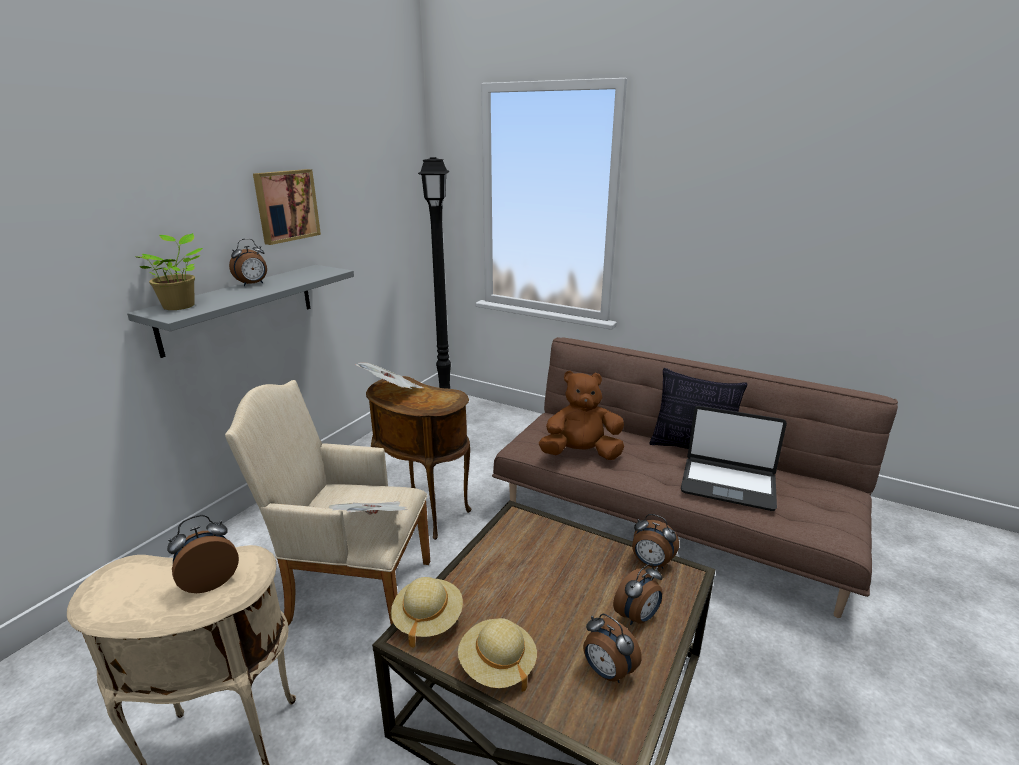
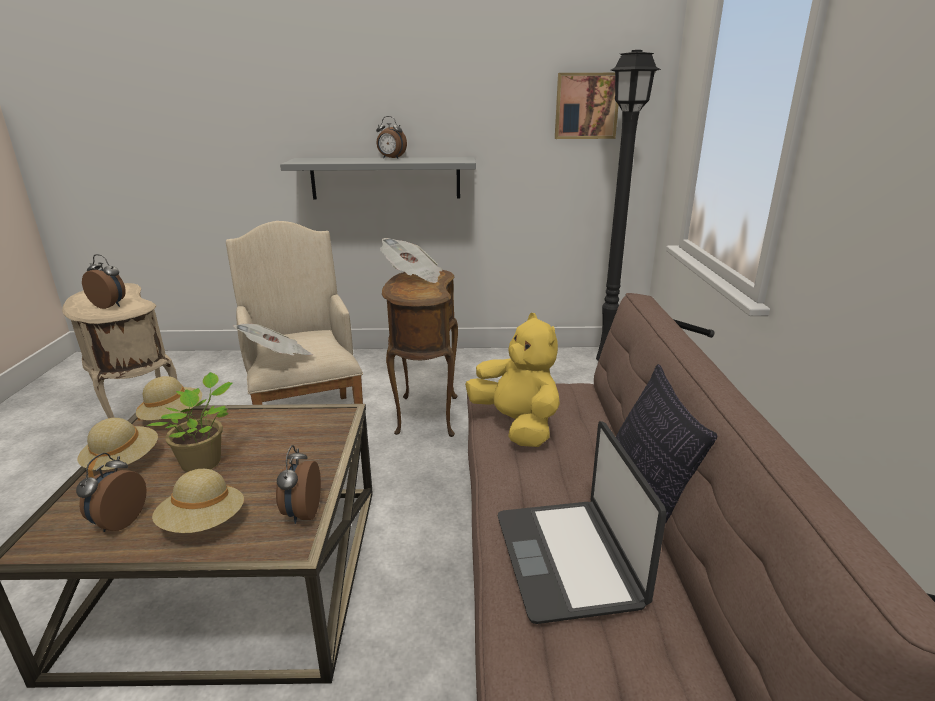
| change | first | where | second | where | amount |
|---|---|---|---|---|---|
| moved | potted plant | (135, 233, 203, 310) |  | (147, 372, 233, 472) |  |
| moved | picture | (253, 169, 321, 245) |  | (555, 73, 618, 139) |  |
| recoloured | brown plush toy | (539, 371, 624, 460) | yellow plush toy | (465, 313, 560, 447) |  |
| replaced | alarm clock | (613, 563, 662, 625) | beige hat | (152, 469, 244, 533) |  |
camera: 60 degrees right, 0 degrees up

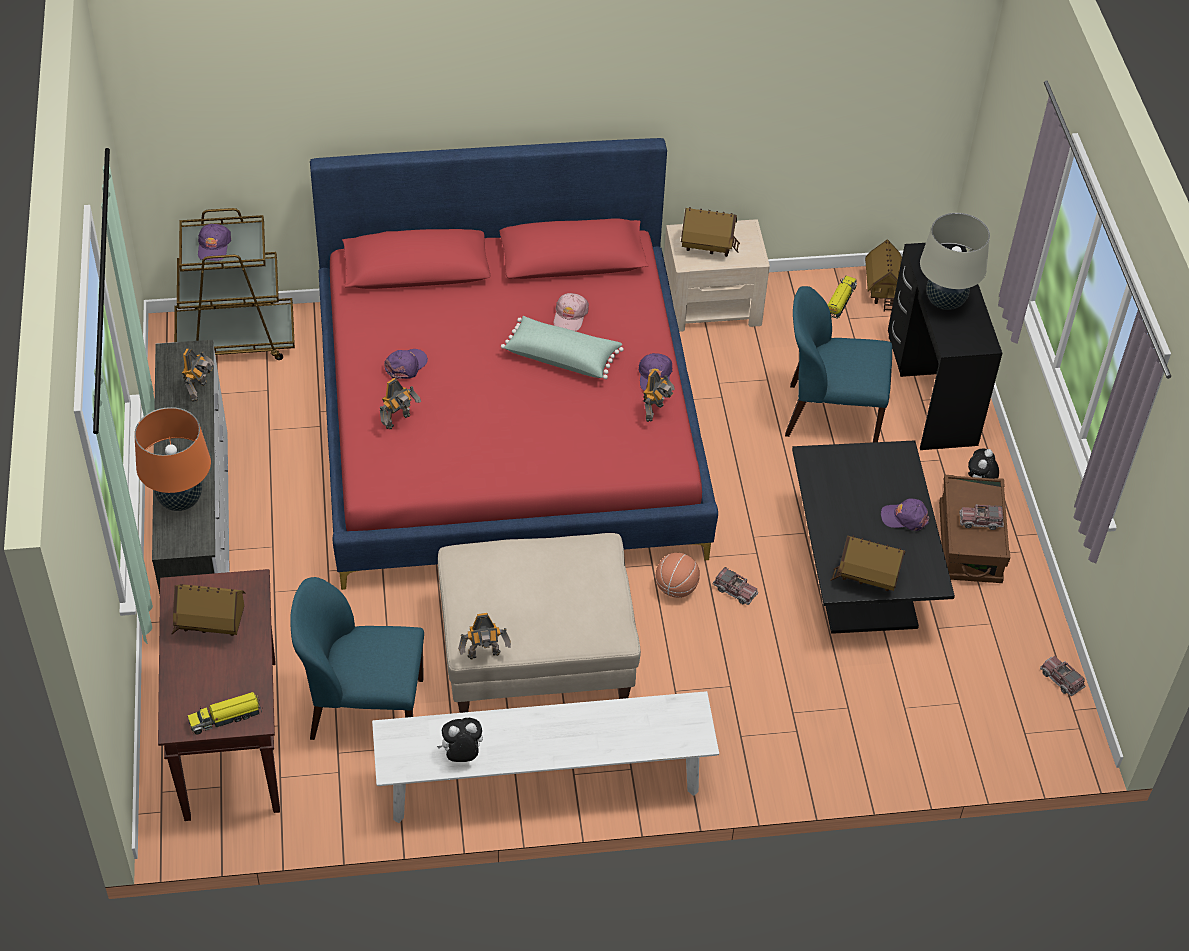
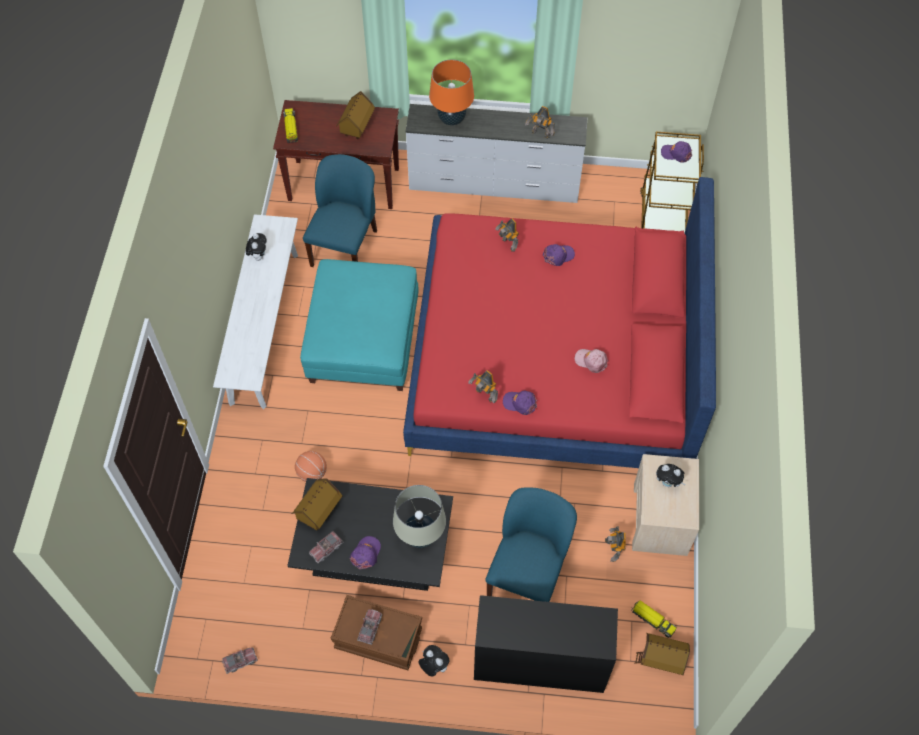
| change | first | where | second | where | amount |
|---|---|---|---|---|---|
| turned | purple cap | (384, 349, 428, 379) |  | (543, 244, 575, 266) | 75 degrees counterclockwise |
| recoloured | beige ottoman | (438, 533, 641, 713) | turquoise ottoman | (300, 259, 419, 391) |  |
| moved | toy robot | (458, 613, 511, 660) |  | (605, 526, 626, 562) |  |
| removed | green pillow | (501, 316, 624, 379) |  |  |  |
| moved | basketball | (655, 553, 700, 598) |  | (295, 451, 327, 482) |  |
| replaced | toy house | (681, 207, 740, 257) | plush toy | (656, 464, 686, 487) |  |
| moved | toy truck | (712, 567, 758, 605) |  | (309, 531, 344, 563) |  |
| moved | beige table lamp | (920, 213, 990, 310) |  | (393, 485, 446, 548) |  |
camera: 105 degrees right, 10 degrees up

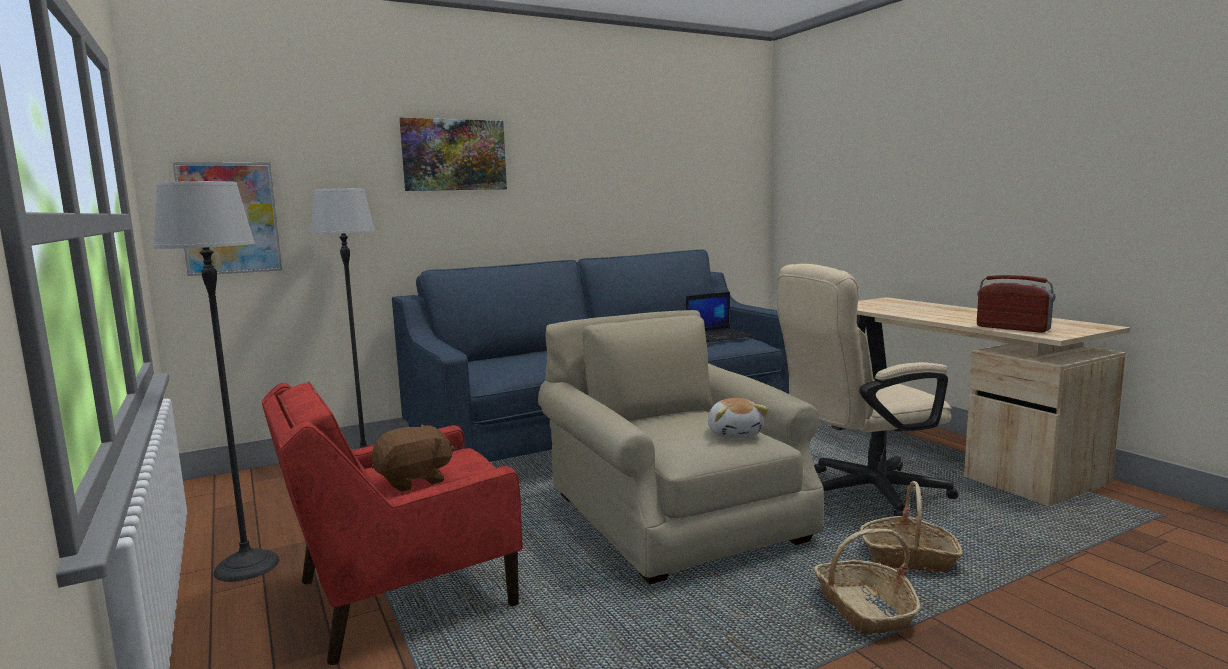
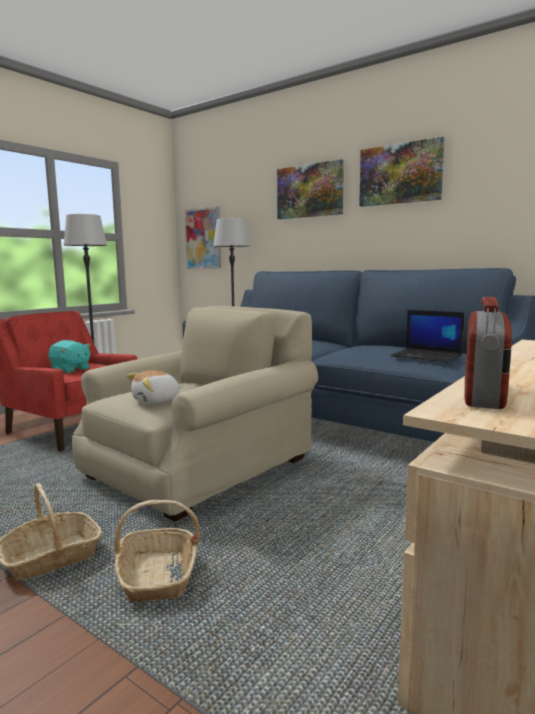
| change | first | where | second | where | amount |
|---|---|---|---|---|---|
| recoloured | brown plush toy | (372, 425, 455, 492) | turquoise plush toy | (48, 340, 91, 373) |  |
| removed | beige office chair | (777, 264, 958, 516) |  |  |  |
| added |  |  | picture | (359, 137, 445, 207) |  |
camera: 65 degrees right, 0 degrees up

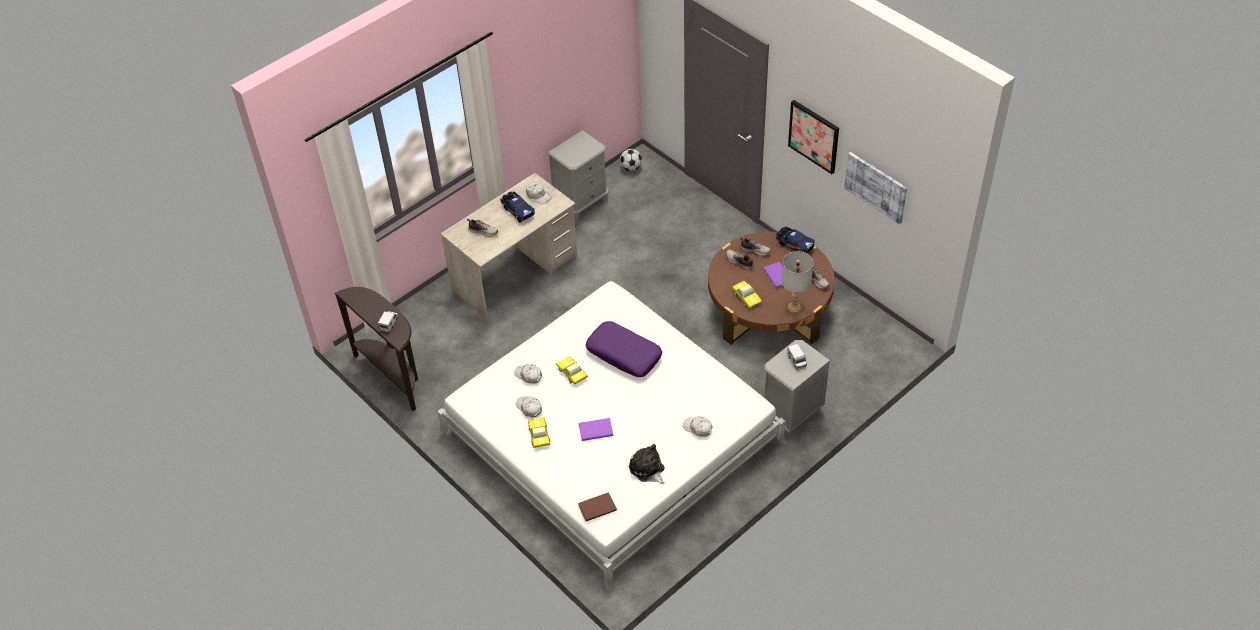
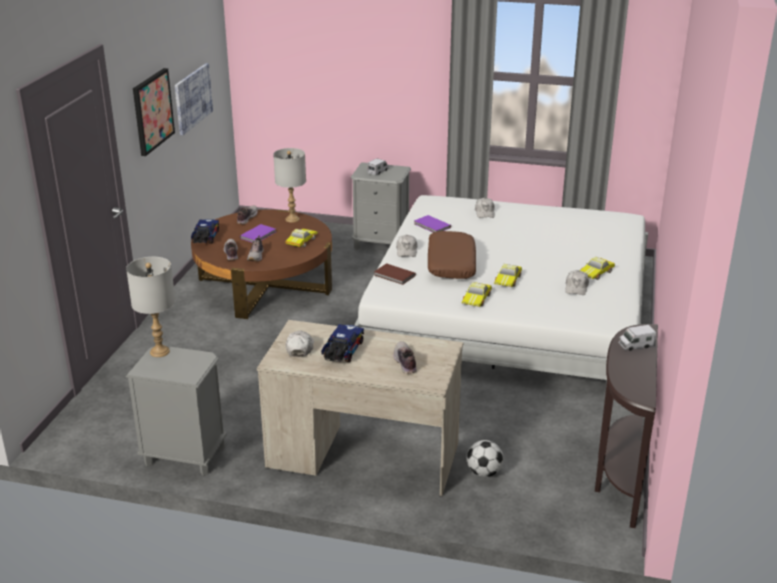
| change | first | where | second | where | amount |
|---|---|---|---|---|---|
| moved | white cap | (514, 364, 542, 384) |  | (396, 235, 417, 257) |  |
| moved | brown book | (578, 492, 617, 521) |  | (374, 263, 416, 285) |  |
| moved | purple book | (579, 418, 613, 441) |  | (414, 215, 451, 233) |  |
| recoloured | purple pillow | (586, 321, 662, 377) | brown pillow | (428, 231, 476, 279) |  |
| moved | football | (620, 149, 642, 171) |  | (467, 440, 504, 477) |  |
| removed | plush toy | (629, 444, 665, 484) |  |  |  |
| added |  |  | grey table lamp | (126, 257, 175, 357) |  |
| added |  |  | toy car | (461, 282, 492, 307) |  |
camera: 125 degrees left, 20 degrees down

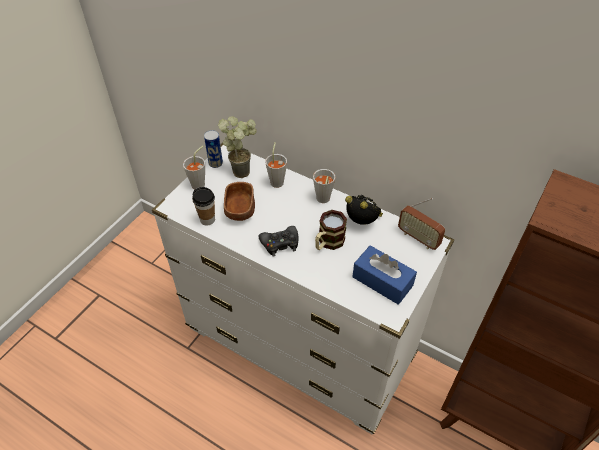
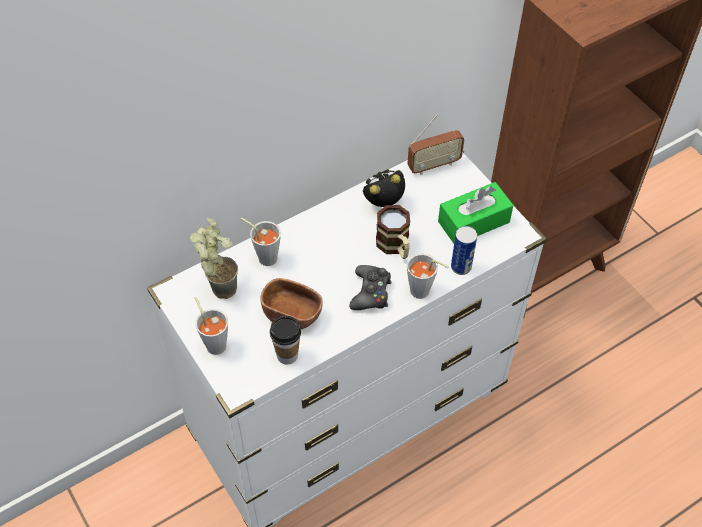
| change | first | where | second | where | amount |
|---|---|---|---|---|---|
| moved | can | (204, 130, 223, 168) |  | (451, 226, 477, 275) |  |
| moved | grey cup | (313, 169, 335, 203) |  | (407, 253, 449, 299) |  |
| recoloured | blue tissue box | (352, 245, 417, 305) | green tissue box | (438, 182, 514, 243) |  |
camera: 65 degrees left, 5 degrees up

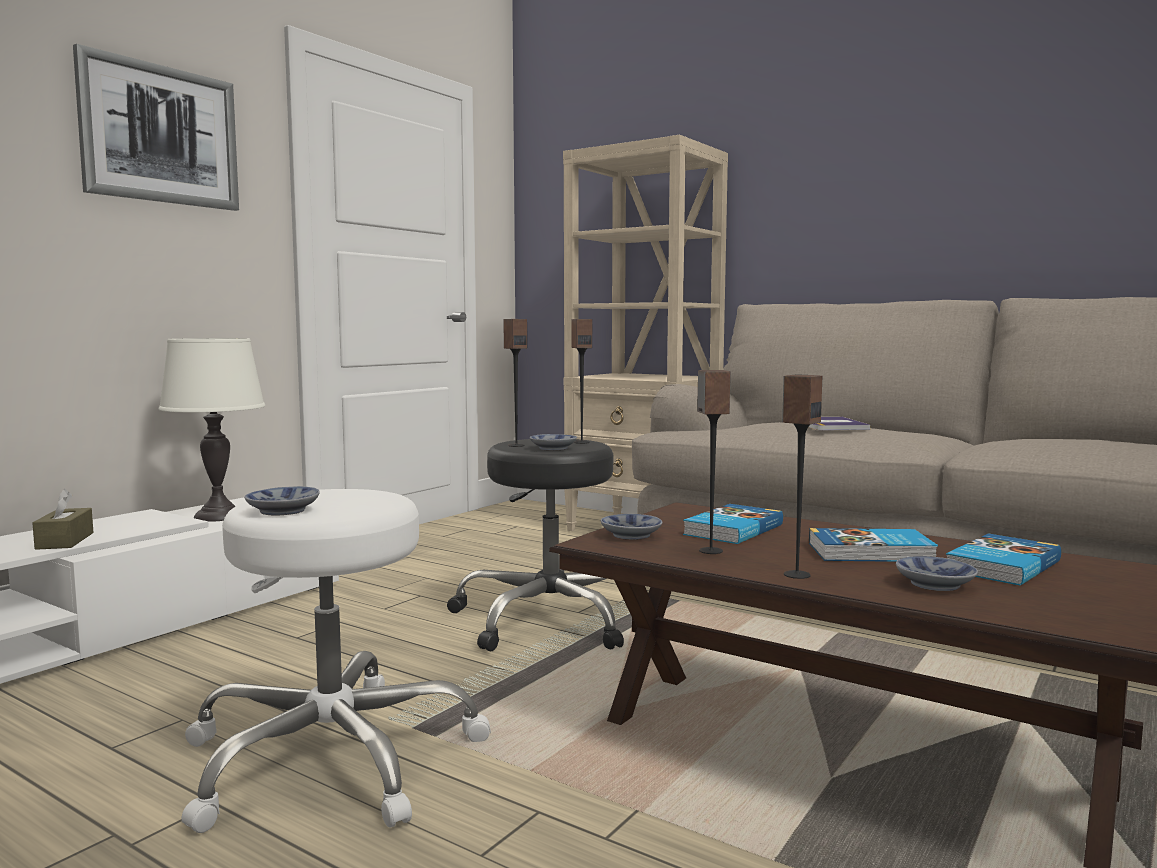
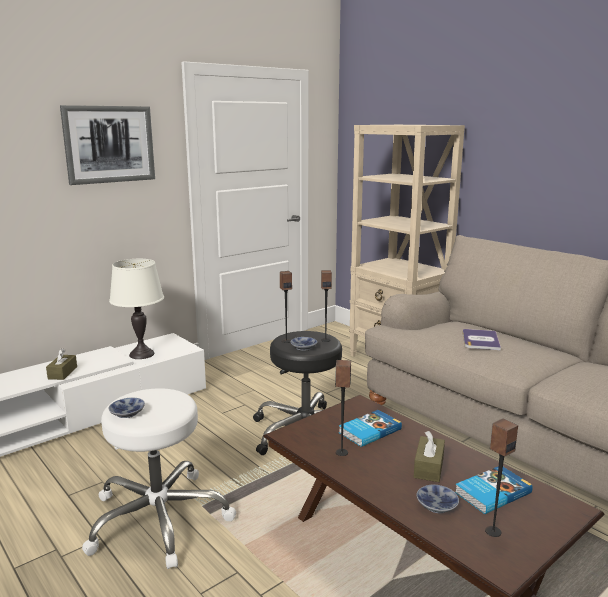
| change | first | where | second | where | amount |
|---|---|---|---|---|---|
| removed | bowl | (601, 514, 662, 540) |  |  |  |
| moved | speaker | (782, 374, 822, 579) |  | (485, 419, 518, 537) |  |
| replaced | book | (809, 528, 938, 562) | brown tissue box | (414, 431, 445, 482) |  |
camera: 15 degrees right, 10 degrees up

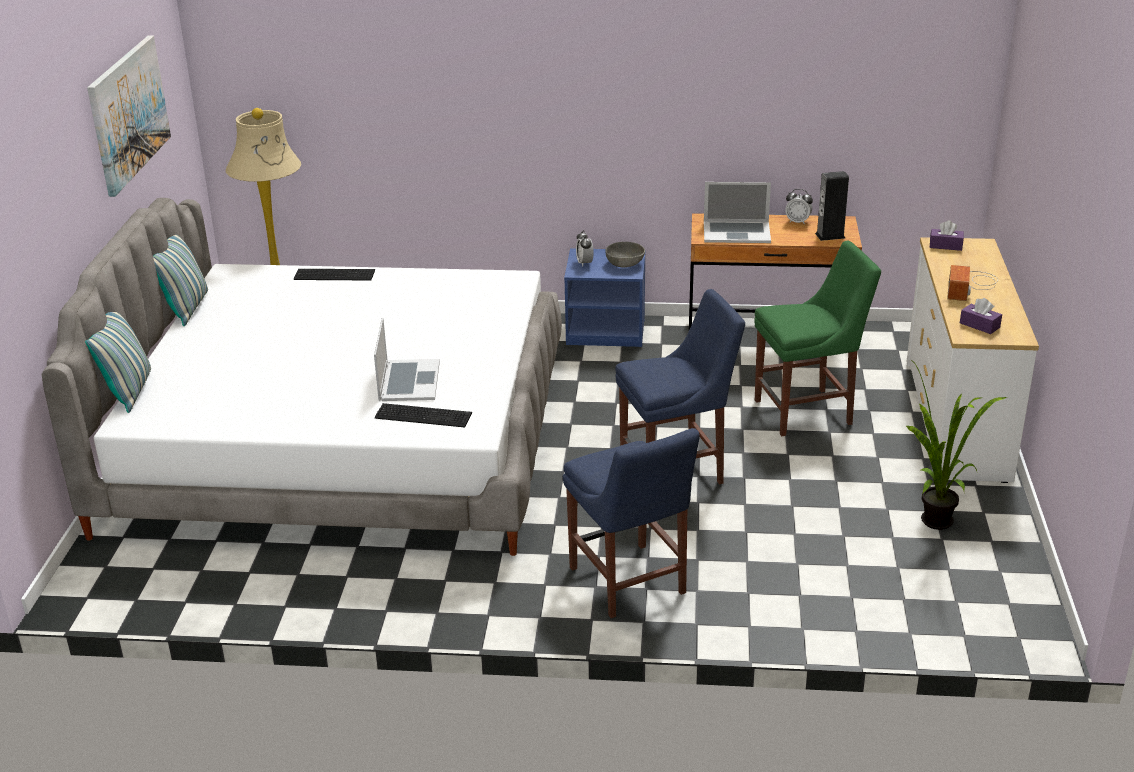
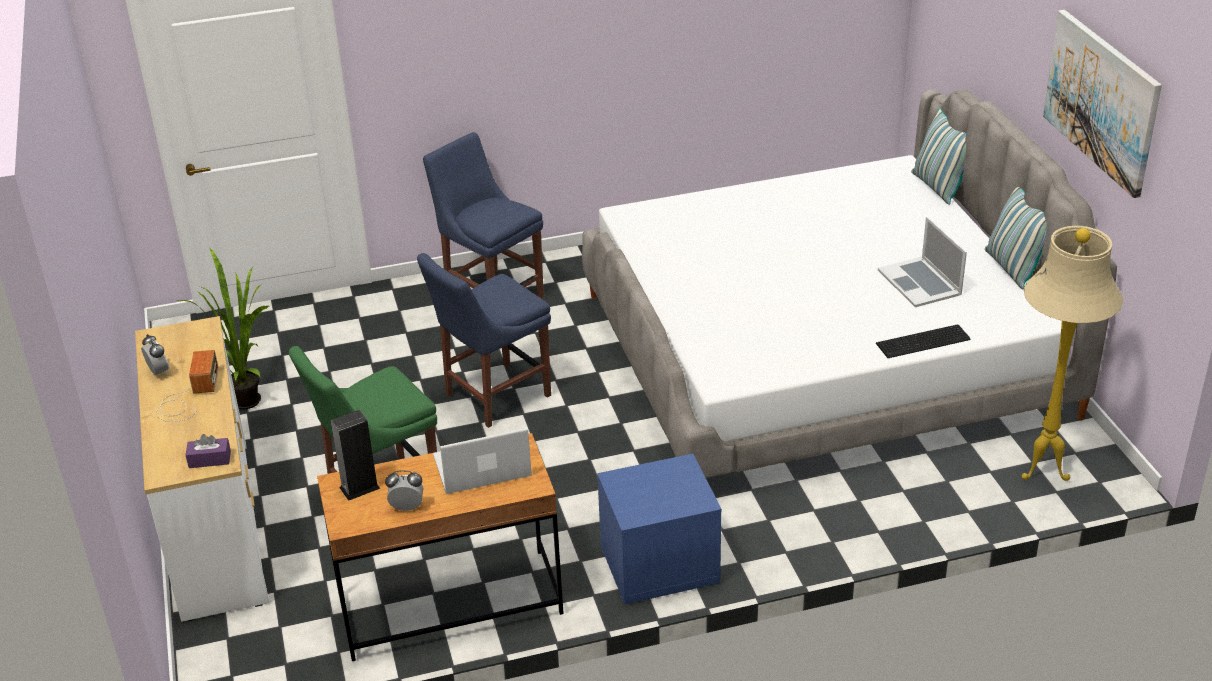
| change | first | where | second | where | amount |
|---|---|---|---|---|---|
| moved | laptop | (374, 318, 440, 401) |  | (878, 217, 967, 307) |  |
| removed | keyboard | (375, 403, 472, 428) |  |  |  |
| moved | alarm clock | (576, 230, 594, 267) |  | (141, 334, 170, 375) |  |
| removed | grey bowl | (605, 242, 645, 268) |  |  |  |
| removed | purple tissue box | (960, 298, 1002, 334) |  |  |  |
camera: 160 degrees right, 5 degrees up

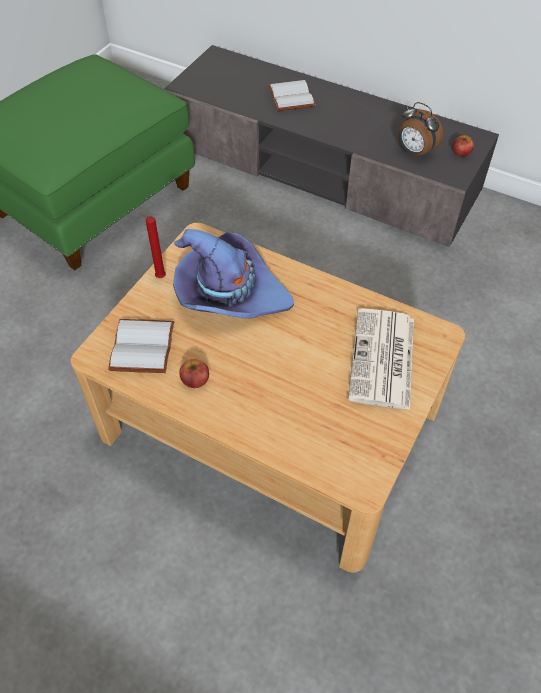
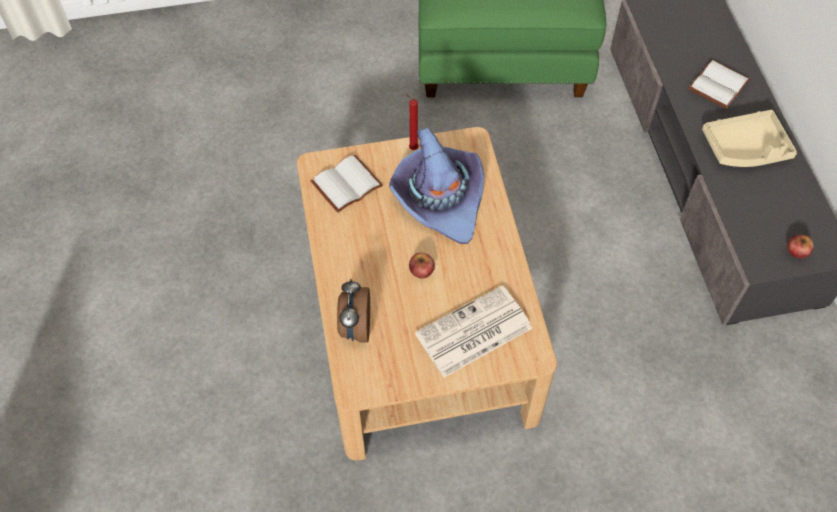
| change | first | where | second | where | amount |
|---|---|---|---|---|---|
| moved | apple | (179, 359, 209, 388) |  | (409, 252, 435, 278) |  |
| moved | alarm clock | (398, 102, 443, 158) |  | (337, 279, 370, 343) |  |
| added |  |  | beige tray | (702, 110, 797, 167) |  |
camera: 50 degrees right, 5 degrees up

